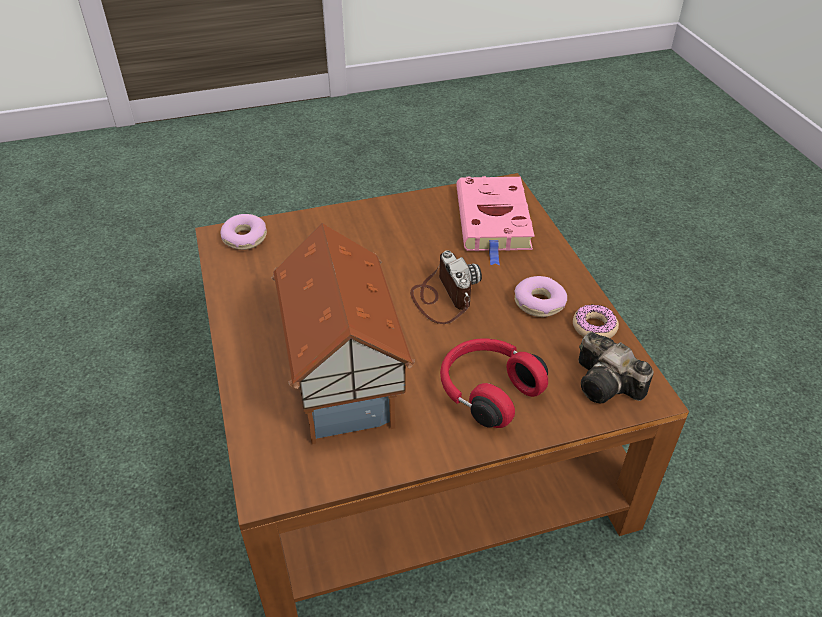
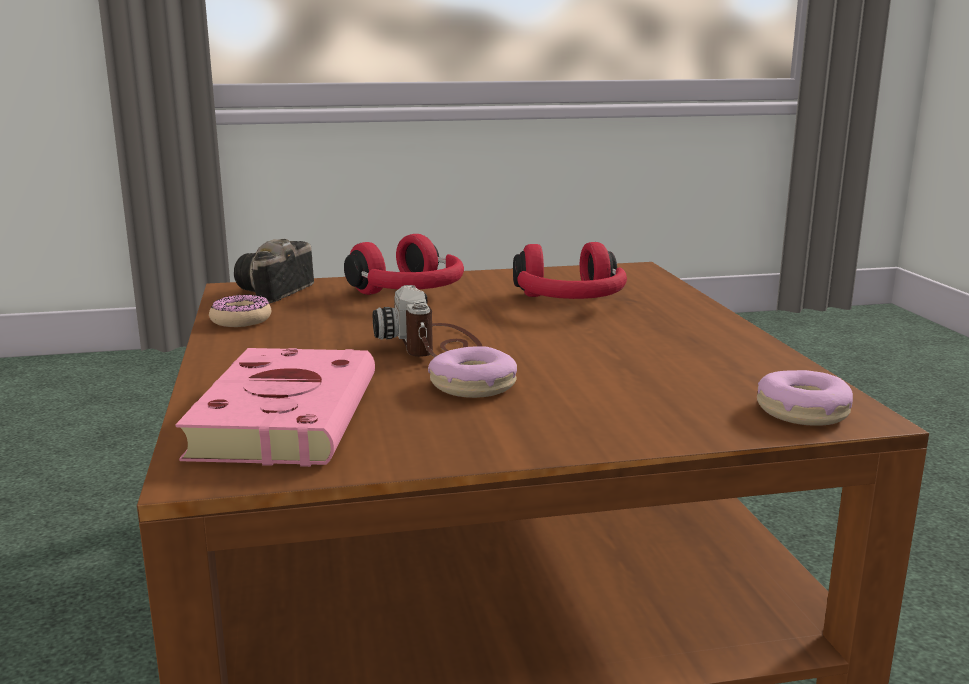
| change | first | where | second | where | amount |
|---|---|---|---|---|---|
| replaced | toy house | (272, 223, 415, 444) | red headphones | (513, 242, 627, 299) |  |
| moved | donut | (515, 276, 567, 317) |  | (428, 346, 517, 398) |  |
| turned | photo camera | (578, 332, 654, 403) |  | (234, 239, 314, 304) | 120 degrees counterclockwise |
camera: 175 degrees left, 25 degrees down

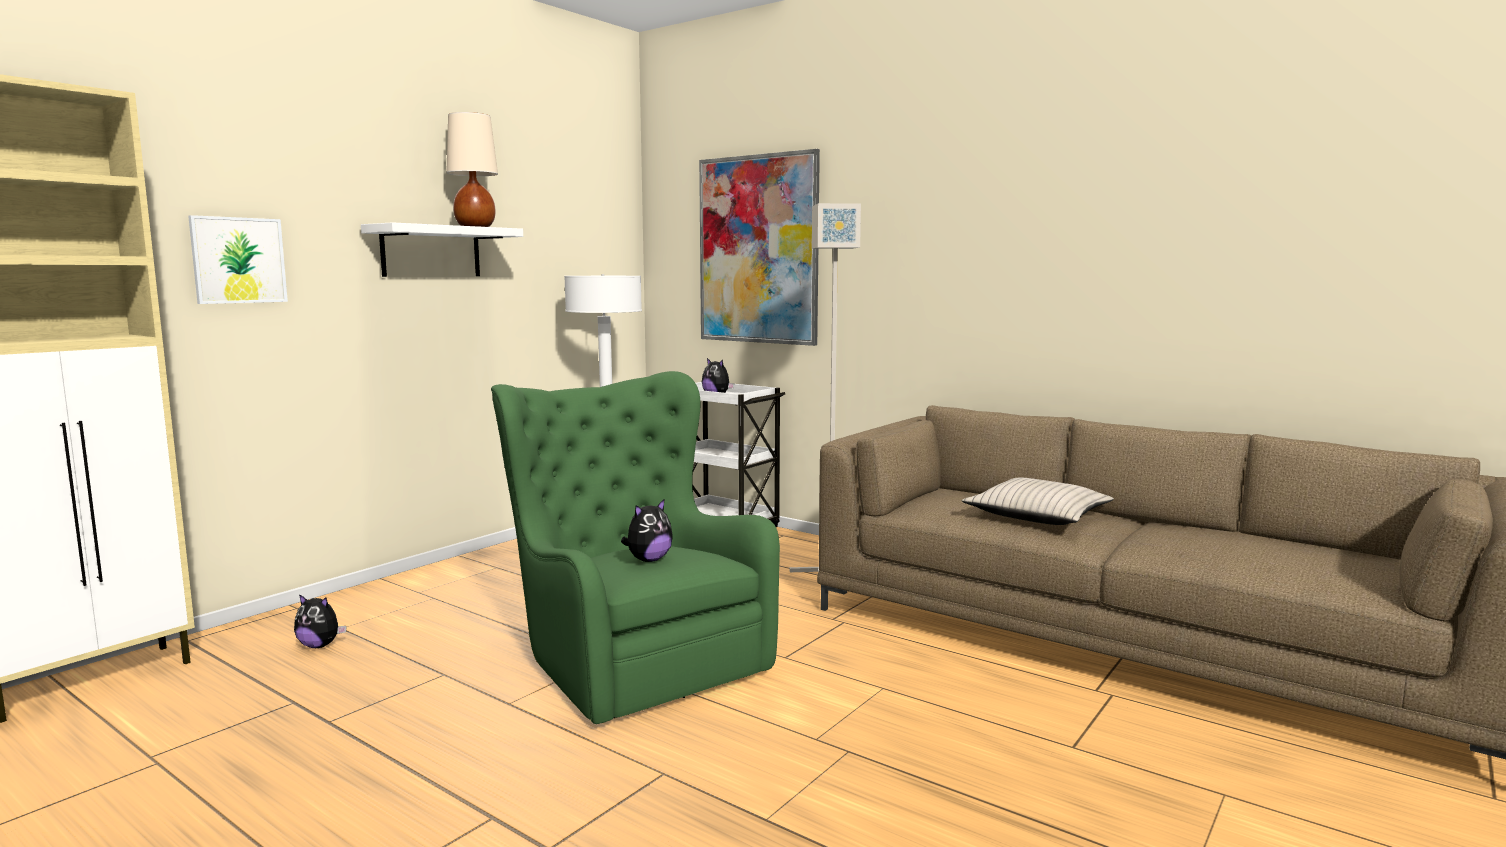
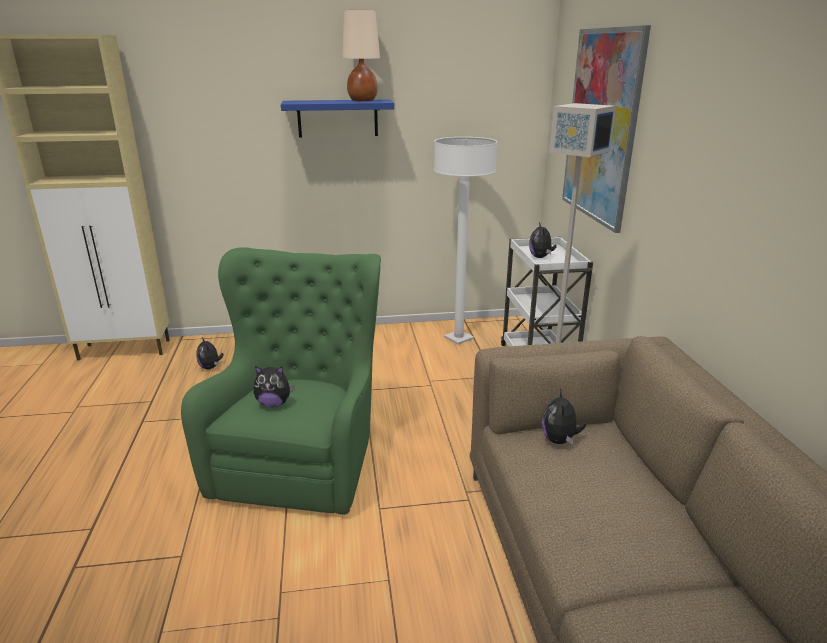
| change | first | where | second | where | amount |
|---|---|---|---|---|---|
| removed | picture | (188, 215, 288, 304) |  |  |  |
| recoloured | white shelf | (361, 222, 523, 277) | blue shelf | (281, 99, 394, 137) |  |
| removed | beige pillow | (962, 478, 1114, 525) |  |  |  |
| added |  |  | plush toy | (542, 389, 586, 445) |  |
camera: 45 degrees right, 15 degrees up

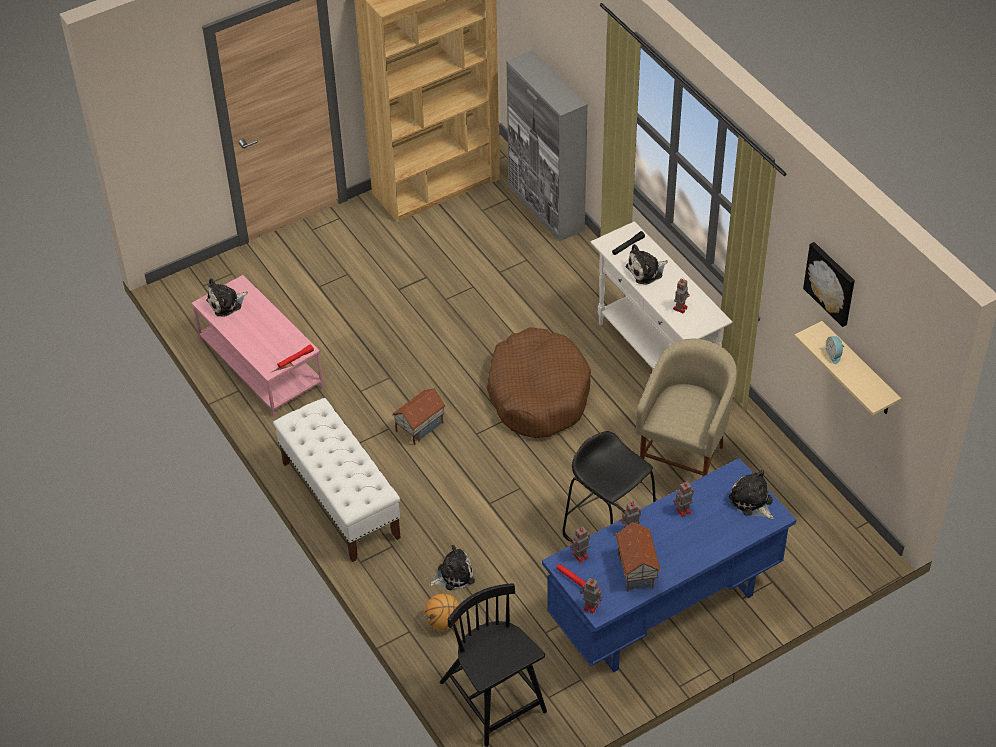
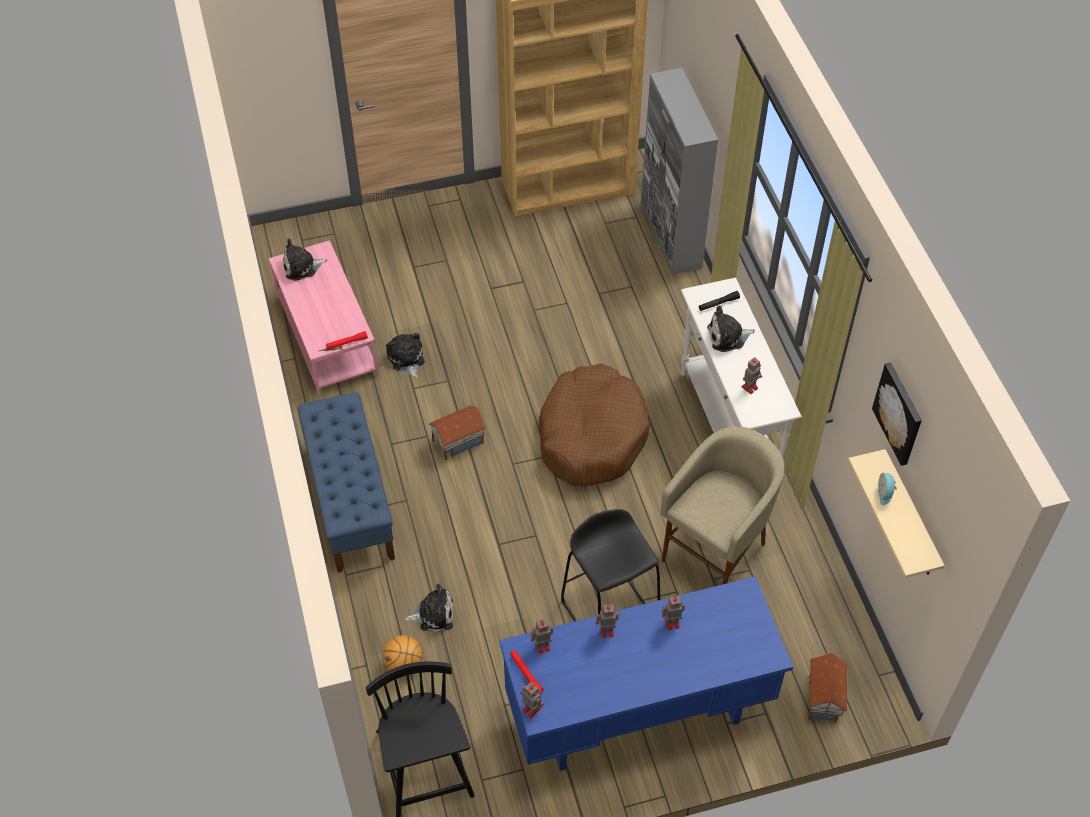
| change | first | where | second | where | amount |
|---|---|---|---|---|---|
| recoloured | white bench | (273, 398, 401, 562) | blue bench | (297, 393, 395, 573) |  |
| moved | toy house | (615, 522, 661, 592) |  | (808, 653, 848, 723) |  |
| moved | plush toy | (729, 470, 774, 519) |  | (386, 333, 425, 378) |  |
camera: 15 degrees right, 5 degrees up

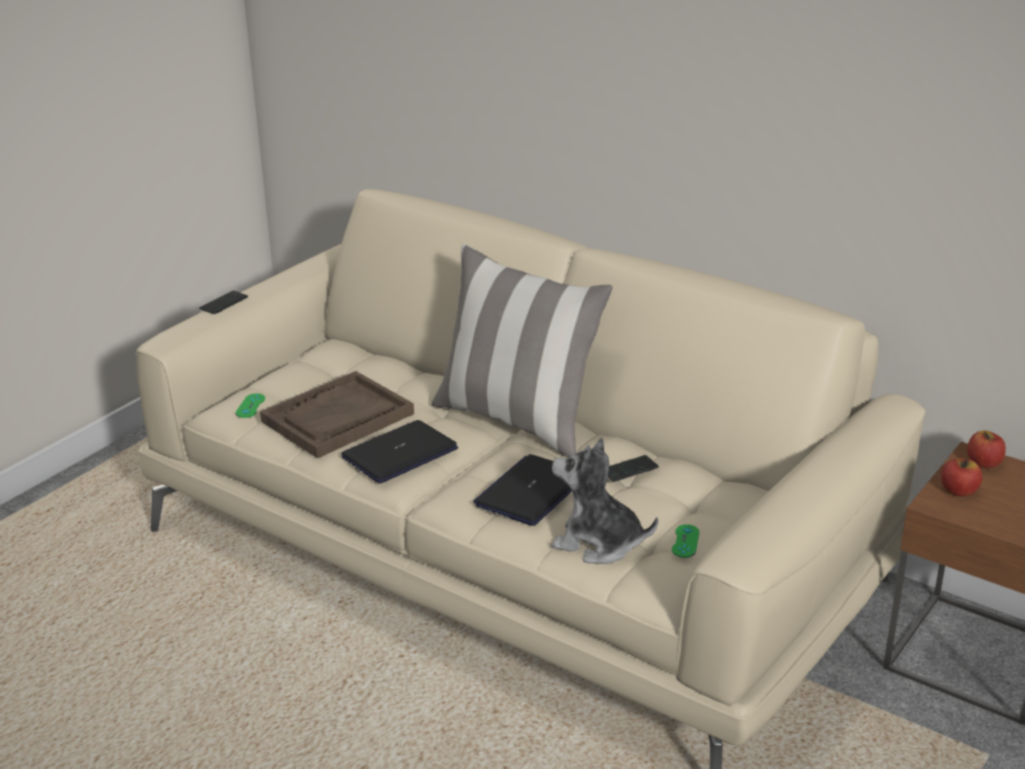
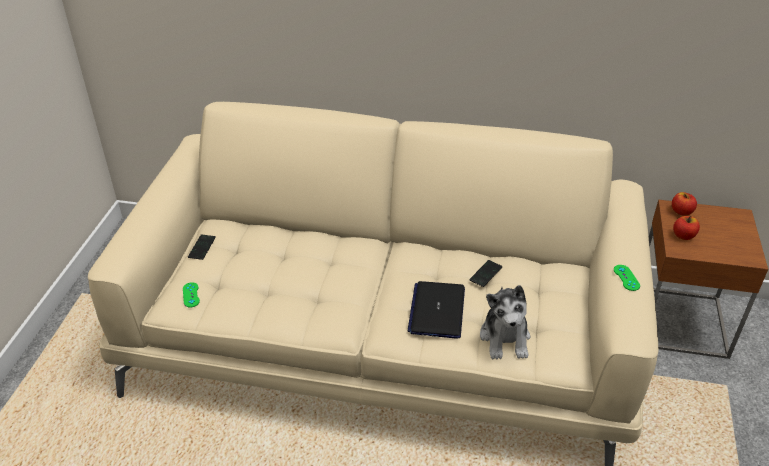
| change | first | where | second | where | amount |
|---|---|---|---|---|---|
| moved | phone | (199, 291, 248, 314) |  | (188, 234, 216, 260) |  |
| removed | brown tray | (260, 371, 414, 458) |  |  |  |
| removed | laptop | (341, 420, 458, 484) |  |  |  |
| removed | pillow | (431, 244, 613, 457) |  |  |  |
| turned | plush toy | (552, 438, 658, 564) |  | (480, 285, 530, 359) | 90 degrees counterclockwise |
| moved | green game controller | (672, 524, 699, 558) |  | (614, 265, 640, 291) |  |
camera: 25 degrees left, 10 degrees up

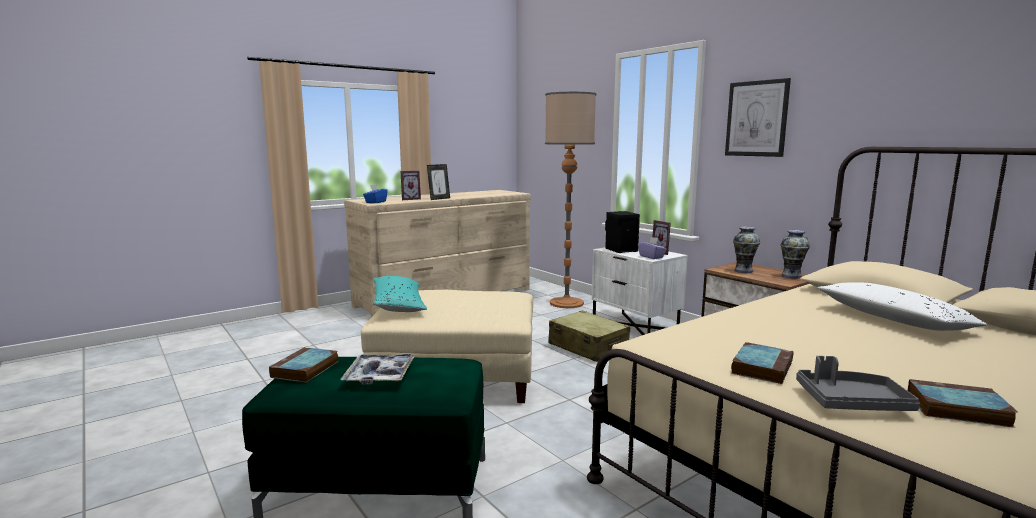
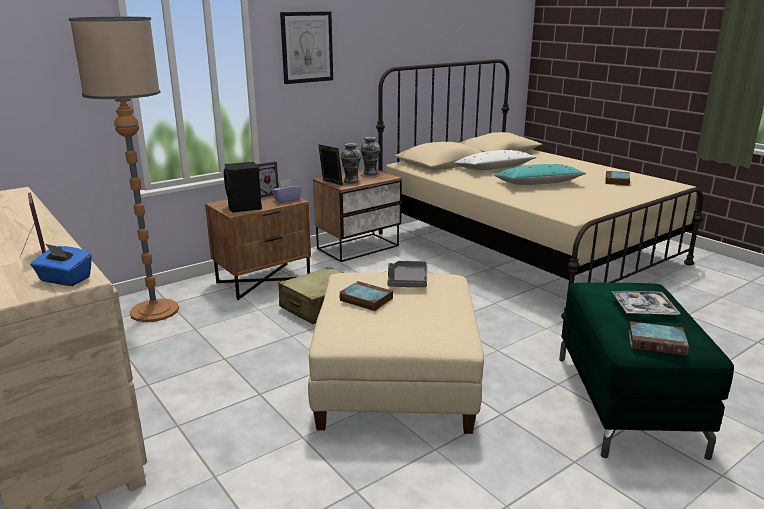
| change | first | where | second | where | amount |
|---|---|---|---|---|---|
| moved | turquoise pillow | (373, 276, 427, 312) |  | (494, 164, 586, 185) |  |
| moved | picture frame | (427, 164, 450, 200) |  | (318, 144, 343, 185) |  |
| recoloured | white nightstand | (592, 247, 687, 335) | brown nightstand | (205, 196, 311, 300) |  |
| moved | book | (731, 342, 793, 384) |  | (339, 281, 393, 311) |  |
| moved | grey tray | (796, 356, 920, 411) |  | (387, 261, 427, 287) |  |
camera: 90 degrees left, 10 degrees up

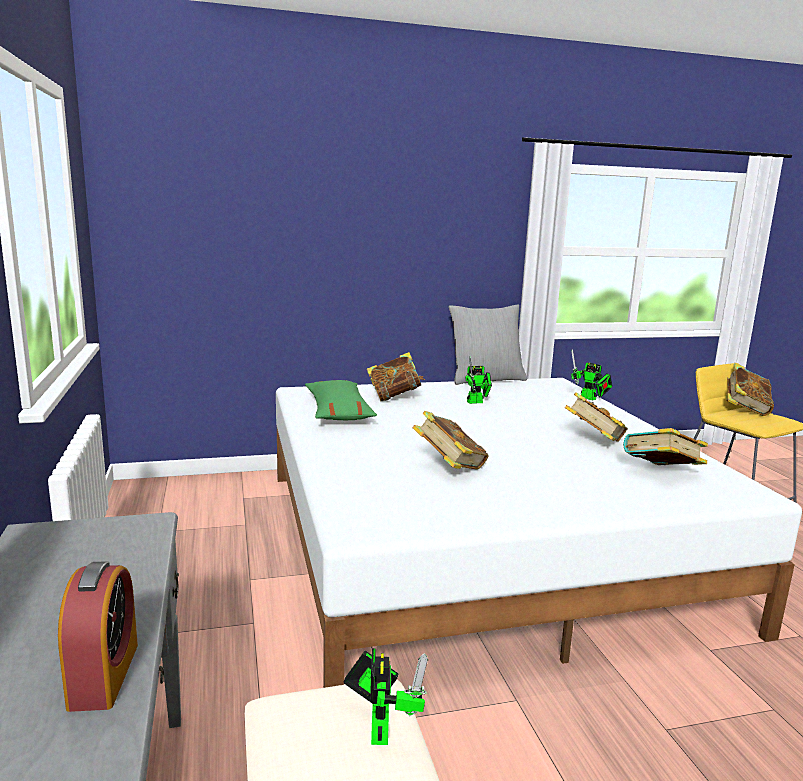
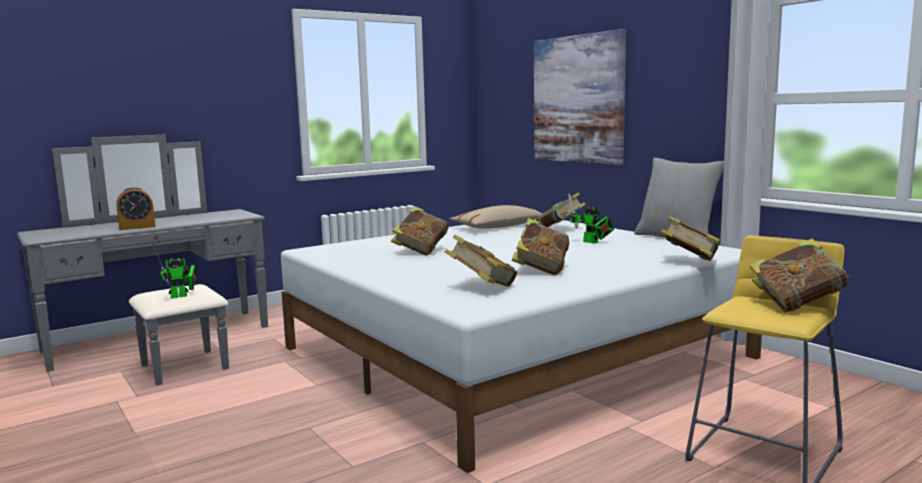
| change | first | where | second | where | amount |
|---|---|---|---|---|---|
| recoloured | green pillow | (305, 380, 377, 420) | beige pillow | (450, 205, 542, 229) |  |
| replaced | toy robot | (571, 350, 612, 401) | book | (661, 216, 720, 261) |  |
| added |  |  | picture | (534, 29, 626, 165) |  |
camera: 70 degrees right, 5 degrees down

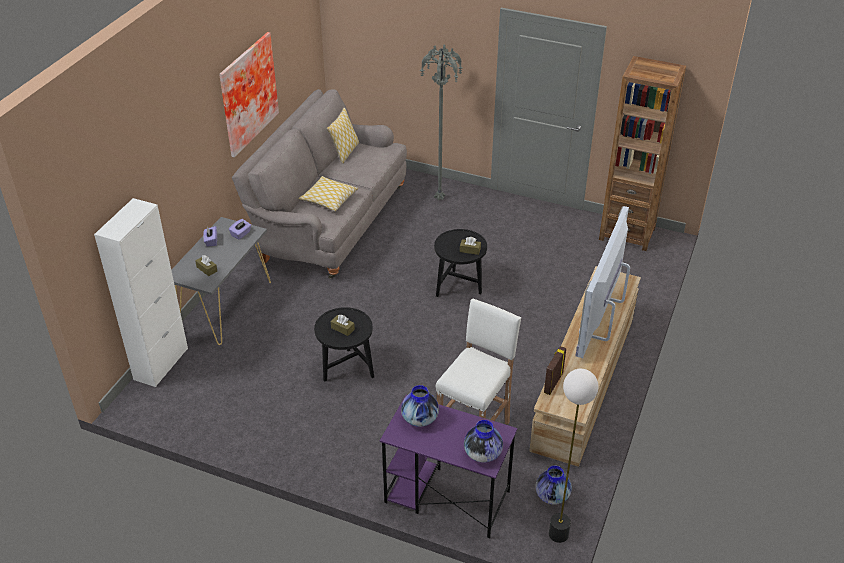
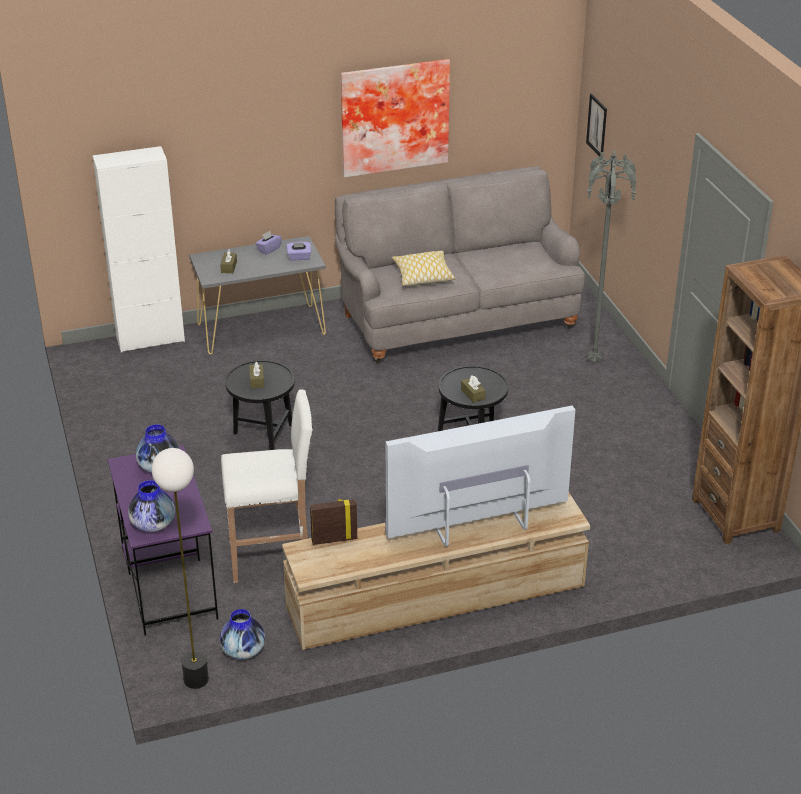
| change | first | where | second | where | amount |
|---|---|---|---|---|---|
| removed | pillow | (327, 108, 359, 164) |  |  |  |
| added |  |  | picture | (586, 94, 607, 156) |  |
camera: 50 degrees right, 5 degrees down

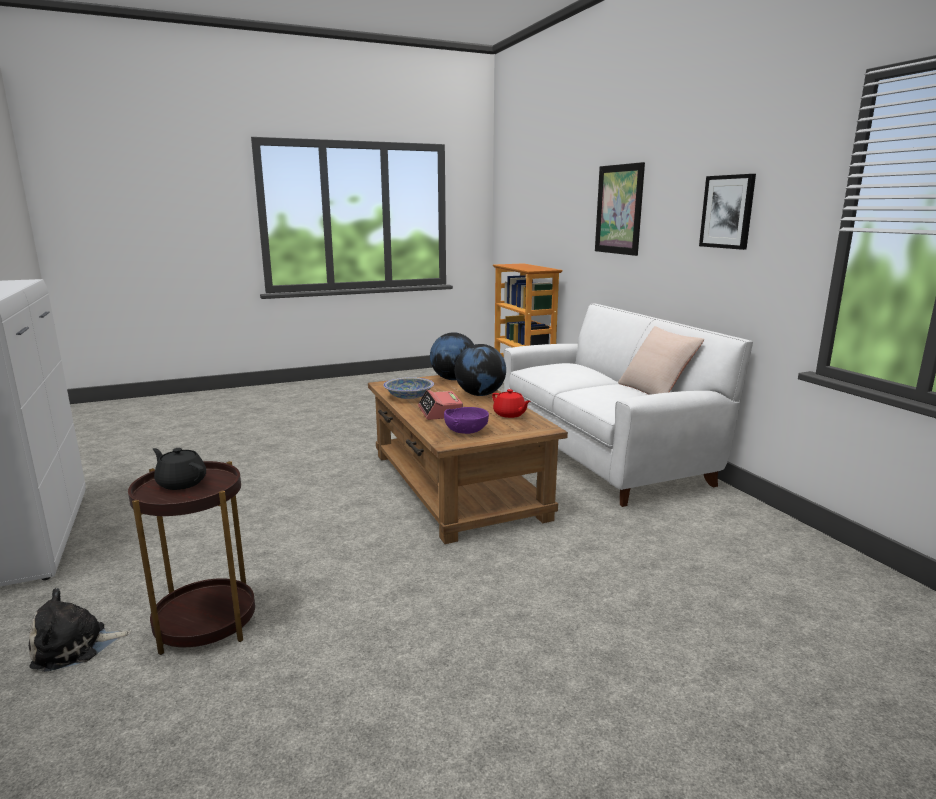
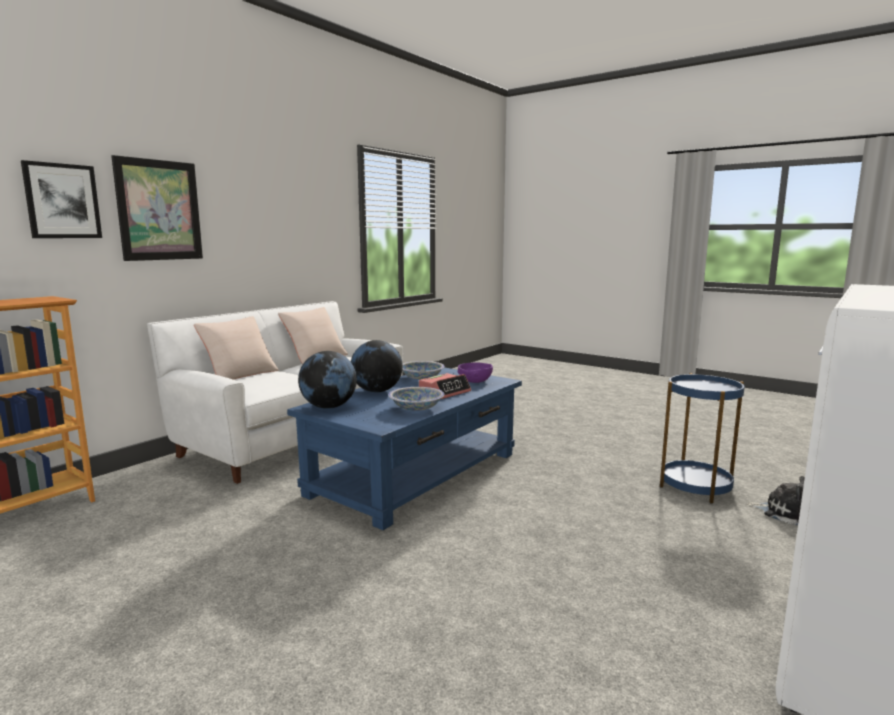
| change | first | where | second | where | amount |
|---|---|---|---|---|---|
| recoloured | brown side table | (128, 461, 255, 655) | blue side table | (660, 373, 745, 503) |  |
| removed | black teapot | (153, 448, 206, 490) |  |  |  |
| recoloured | brown coffee table | (368, 375, 568, 544) | blue coffee table | (287, 367, 522, 530) |  |
| replaced | red teapot | (492, 389, 531, 418) | bowl | (402, 361, 445, 379) |  |
| moved | picture | (699, 174, 756, 250) |  | (21, 160, 102, 238) |  |
| added |  |  | beige pillow | (194, 316, 279, 380) |  |
camera: 120 degrees left, 5 degrees down

